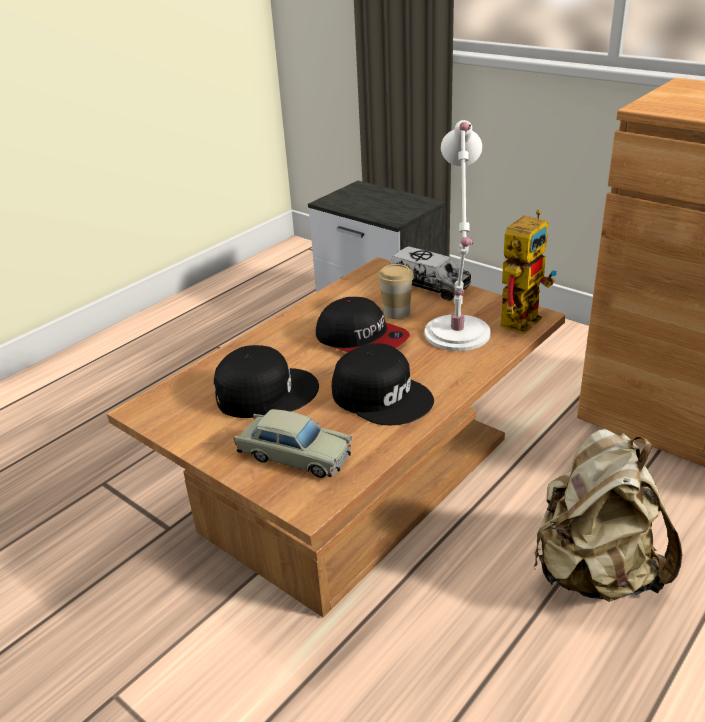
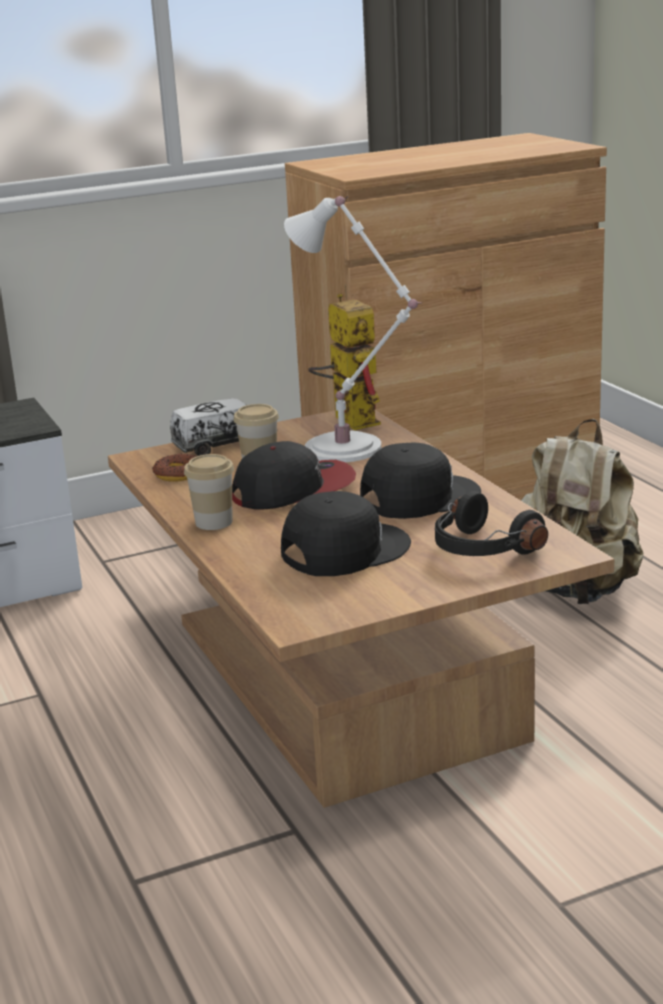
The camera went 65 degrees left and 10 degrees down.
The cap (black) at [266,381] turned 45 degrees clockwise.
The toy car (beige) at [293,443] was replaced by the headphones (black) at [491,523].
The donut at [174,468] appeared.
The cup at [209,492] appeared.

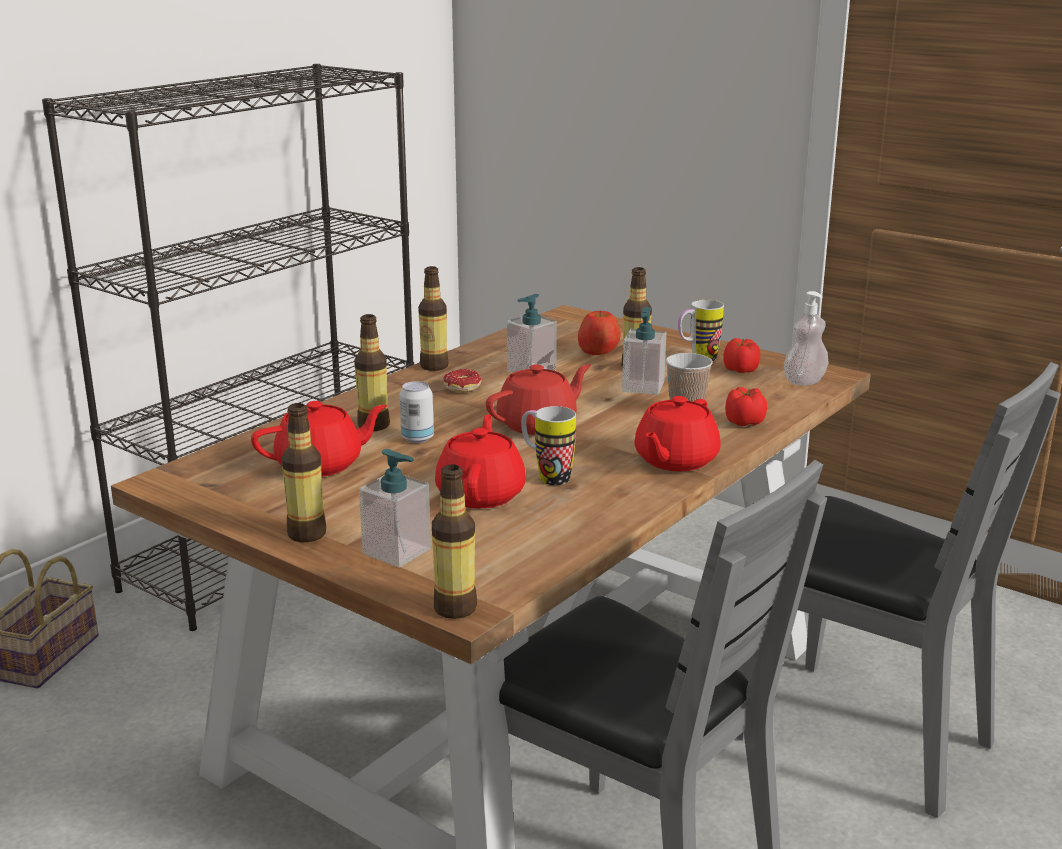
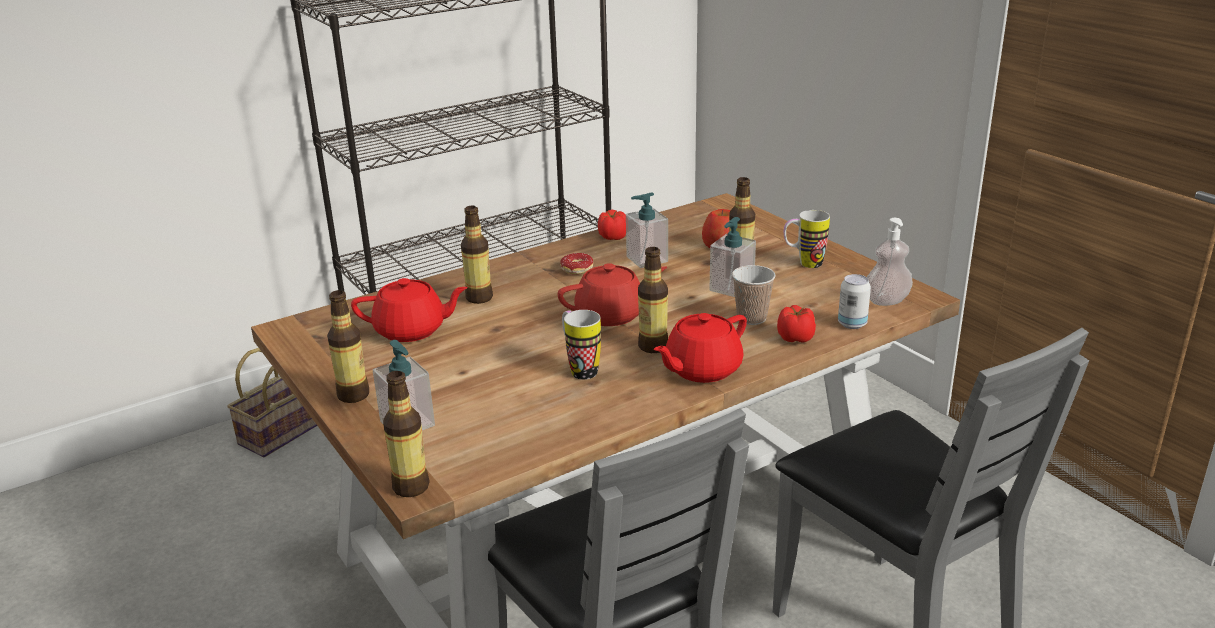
The camera went 20 degrees right and 5 degrees up.
The bottle moved from [433,318] to [653,300].
The tomato moved from [741,355] to [612,225].
The can moved from [416,412] to [854,301].
The teapot (red) at [480,461] disappeared.

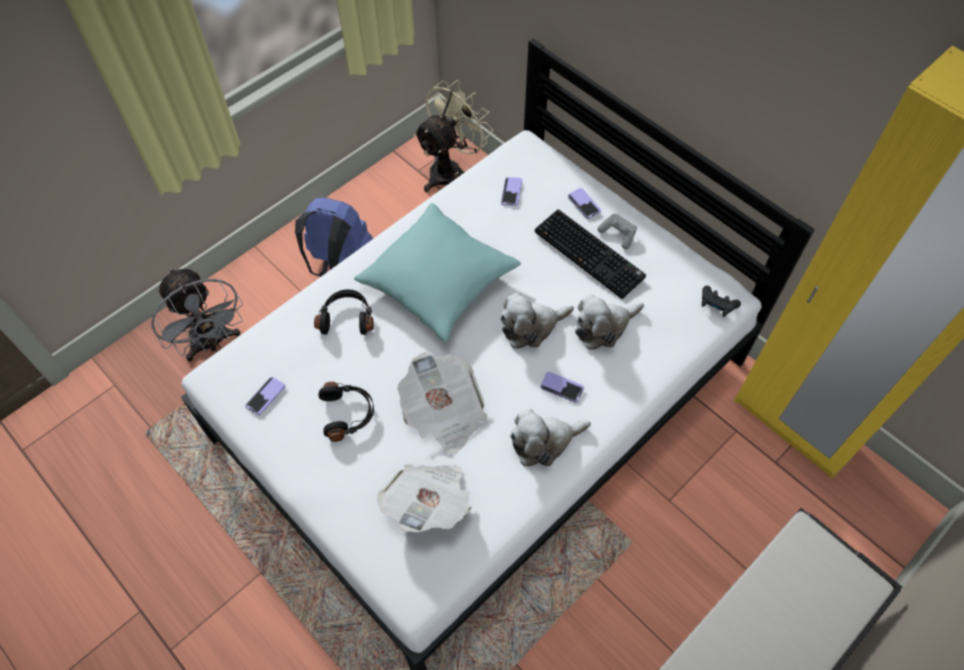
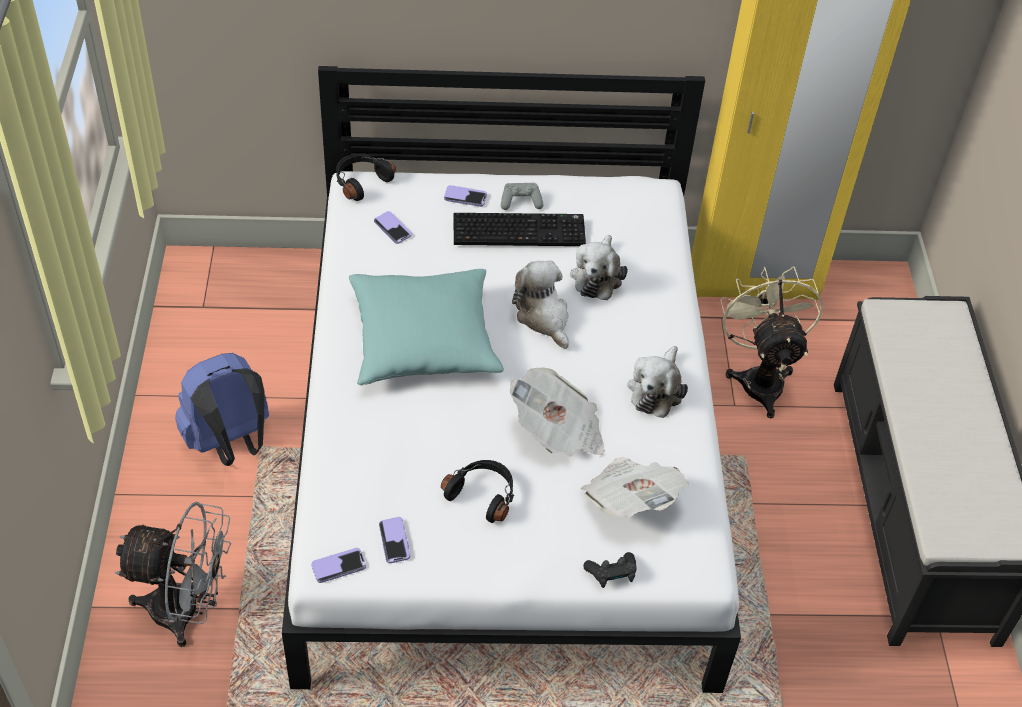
The camera went 50 degrees left and 10 degrees down.
The fan (beige) moved from [453,136] to [771,342].
The game controller (black) moved from [721,301] to [610,570].
The headphones (black) moved from [344,312] to [366,177].
The plush toy at [537,321] turned 135 degrees clockwise.
The phone moved from [562,387] to [338,565].

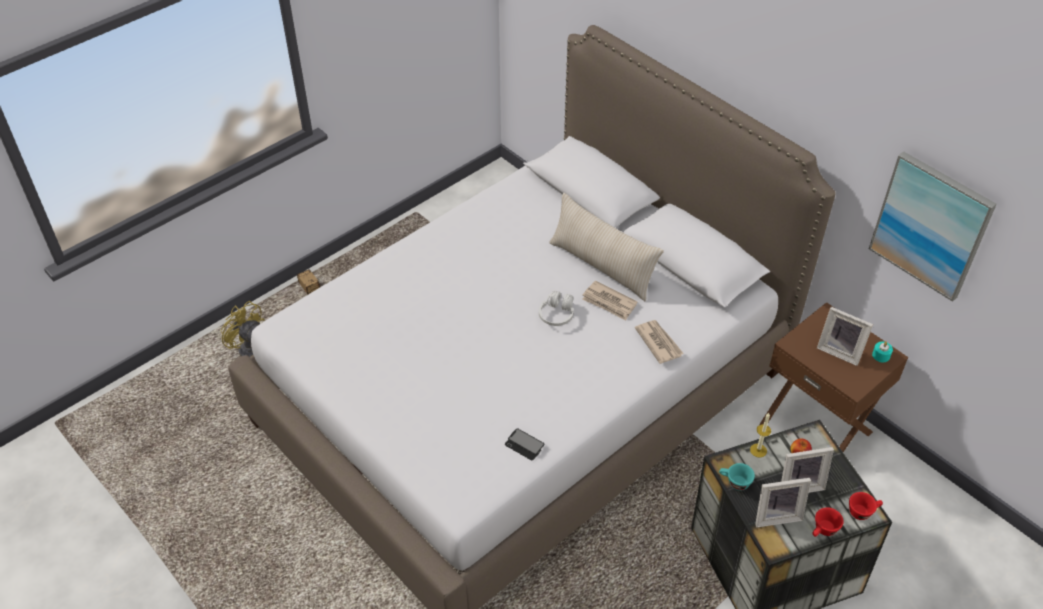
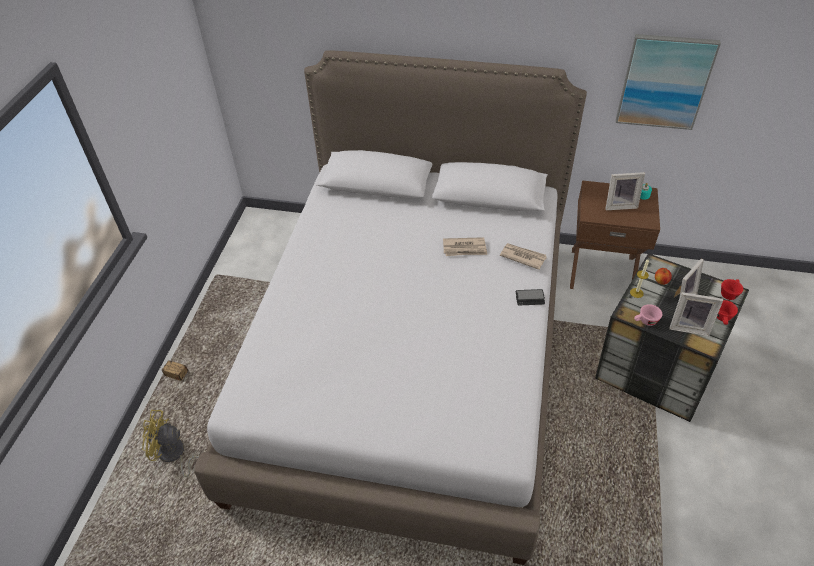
The camera went 35 degrees left and 0 degrees up.
The pillow (beige) at [606,247] disappeared.
The headphones (white) at [556,308] disappeared.
The phone moved from [524,444] to [530,297].
The cup (turquoise) at [737,477] became the cup (pink) at [648,315].
The picture frame at [783,502] turned 60 degrees clockwise.

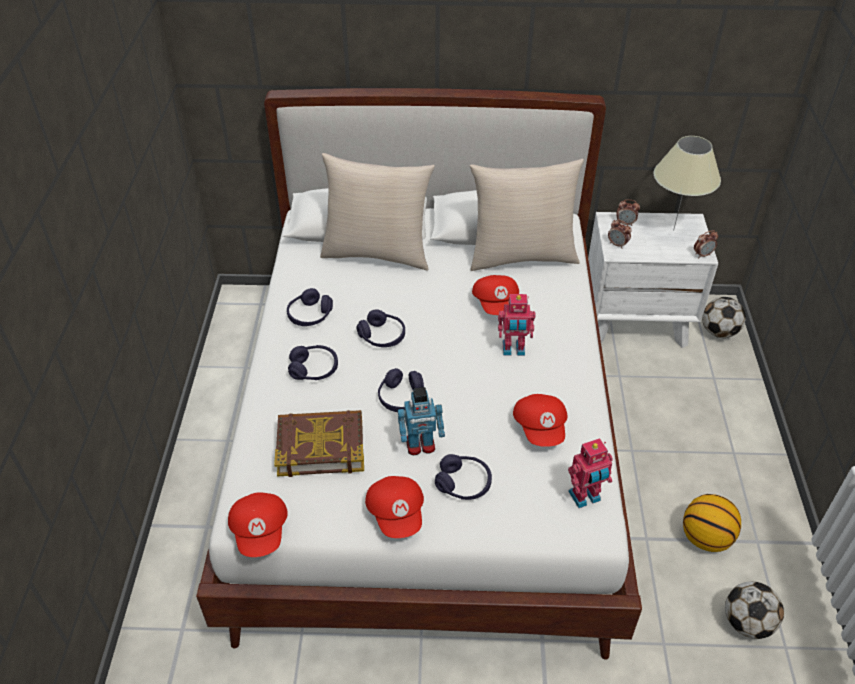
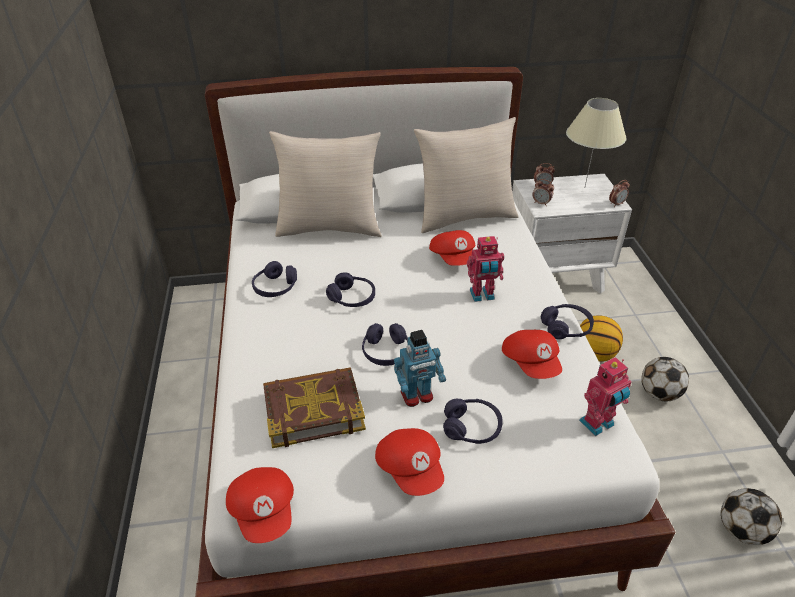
The camera went 10 degrees left and 5 degrees down.
The football moved from [724,317] to [665,379].
The headphones (purple) moved from [313,362] to [567,321].
The basketball moved from [712,523] to [601,338].

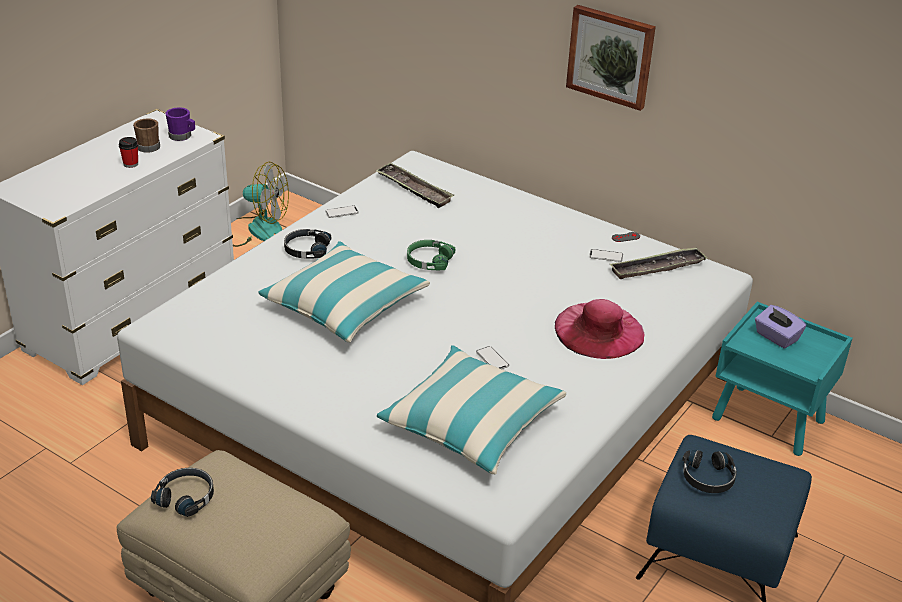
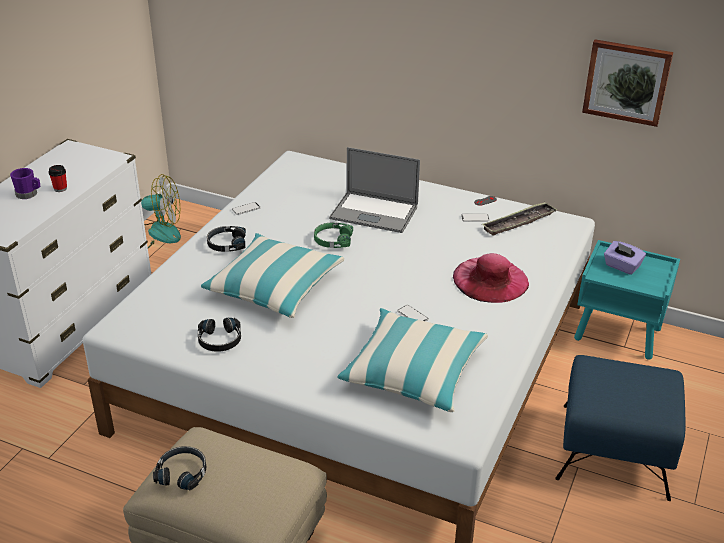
The camera went 10 degrees left and 0 degrees up.
The picture moved from [611,58] to [627,83].
The mug (purple) moved from [180,124] to [25,183].
The mug (brown) at [146,136] disappeared.
The tray at [415,185] disappeared.
The headphones (black) moved from [709,471] to [219,335].
The laptop at [374,190] appeared.

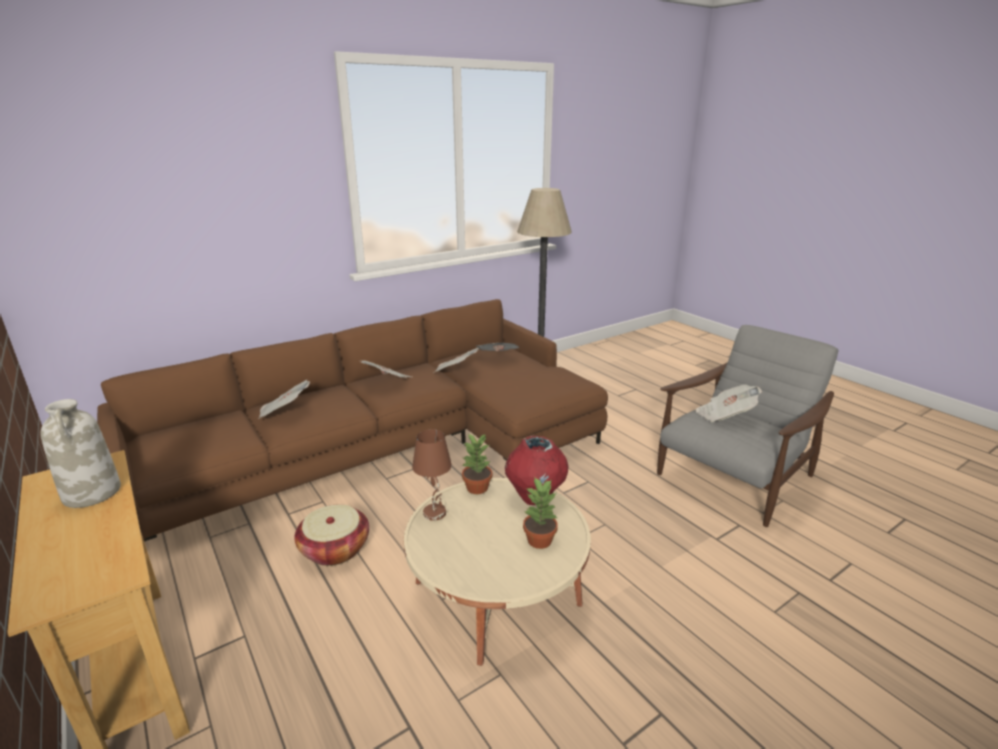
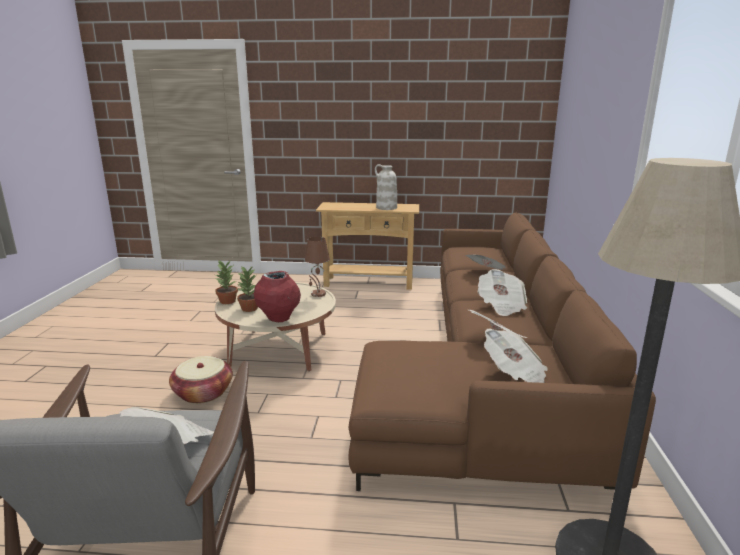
The camera went 130 degrees right and 5 degrees down.
The potted plant moved from [477,463] to [226,282].
The basket moved from [331,535] to [201,380].

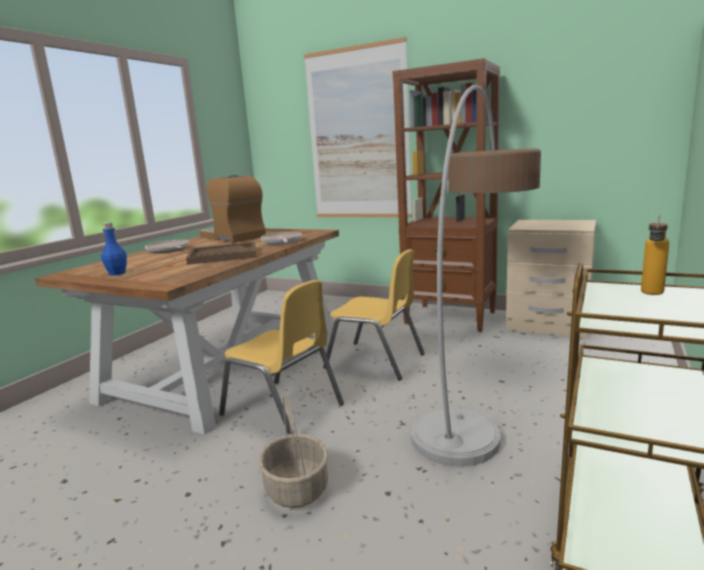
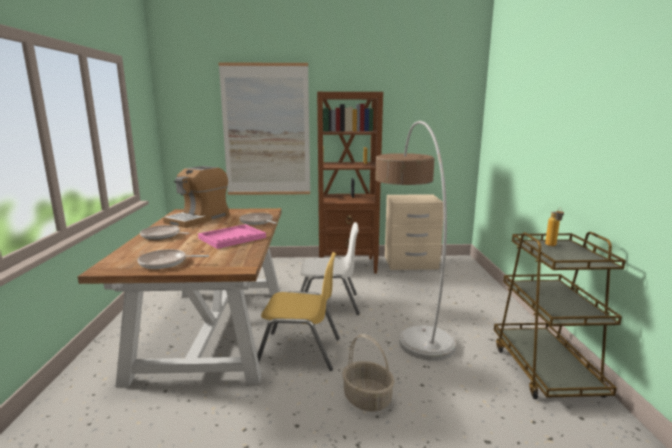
The camera went 30 degrees left and 0 degrees up.
The coffee machine at [232,209] turned 75 degrees counterclockwise.
The bottle (blue) at [114,249] was replaced by the frying pan at [173,259].
The tray (brown) at [221,253] became the tray (pink) at [232,236].
The chair (yellow) at [374,314] became the chair (white) at [330,268].

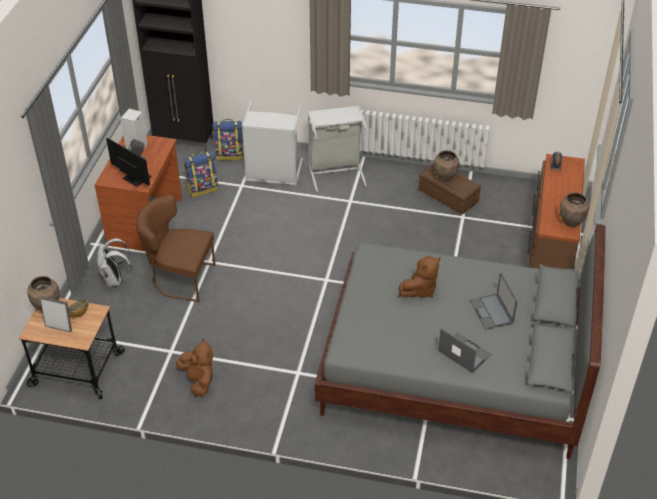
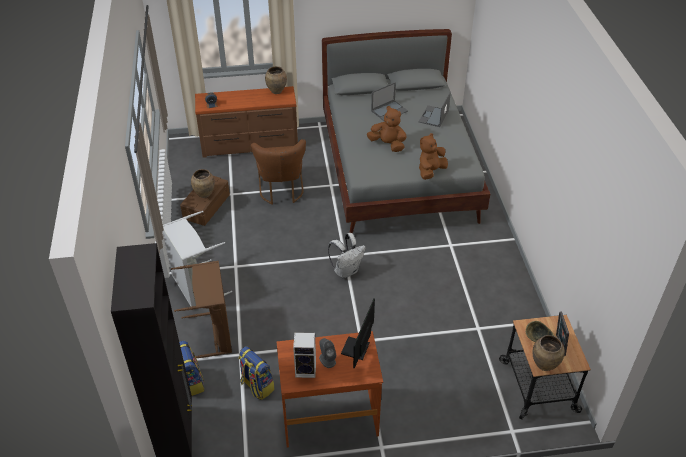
The camera went 110 degrees left and 0 degrees up.
The laundry basket (grey) at [272,143] became the laundry basket (brown) at [201,310].
The chair (brown) moved from [176,248] to [278,172].
The backpack (white) moved from [114,262] to [347,255].
The plush toy (brown) moved from [194,367] to [433,156].

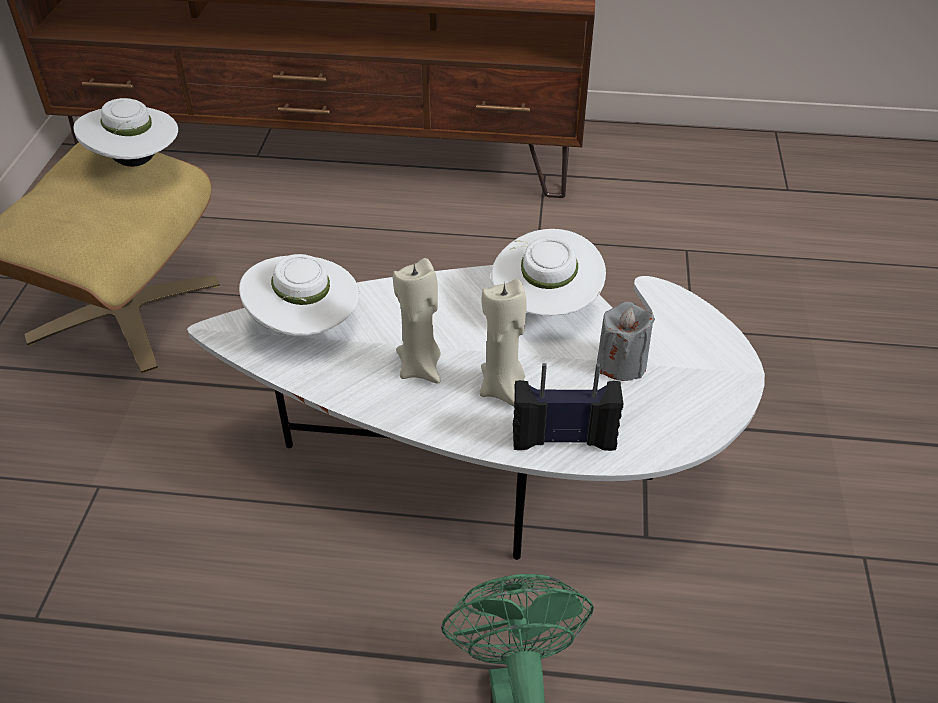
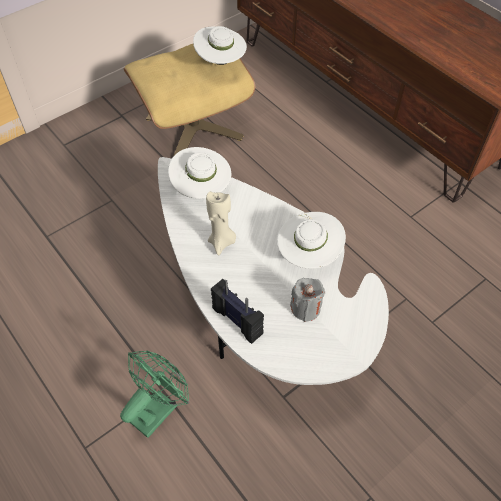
The camera went 45 degrees right and 10 degrees up.
The candle (beige) at [503,342] disappeared.

